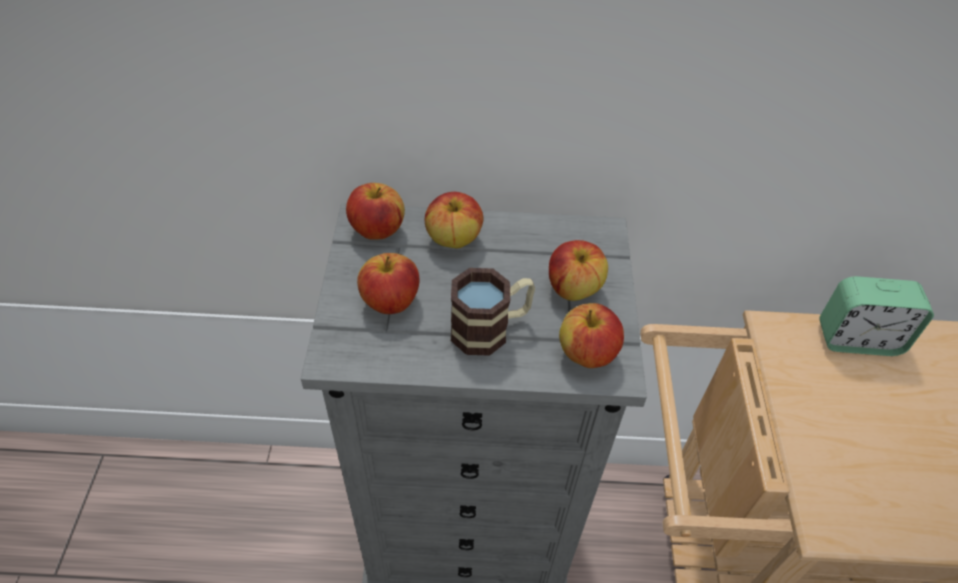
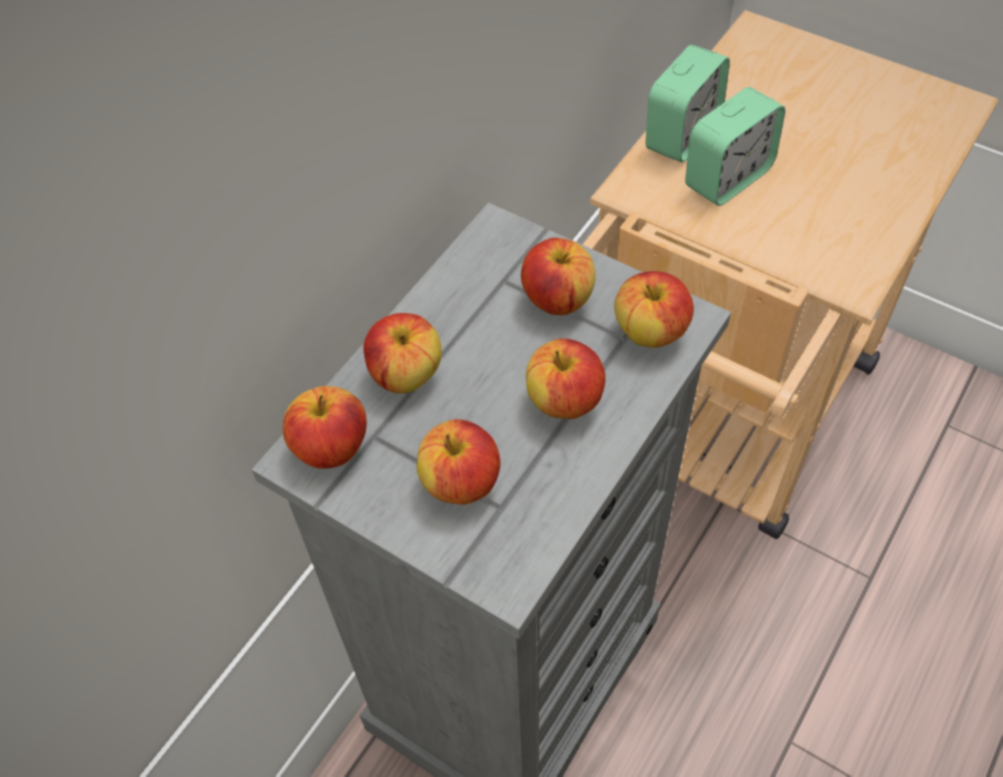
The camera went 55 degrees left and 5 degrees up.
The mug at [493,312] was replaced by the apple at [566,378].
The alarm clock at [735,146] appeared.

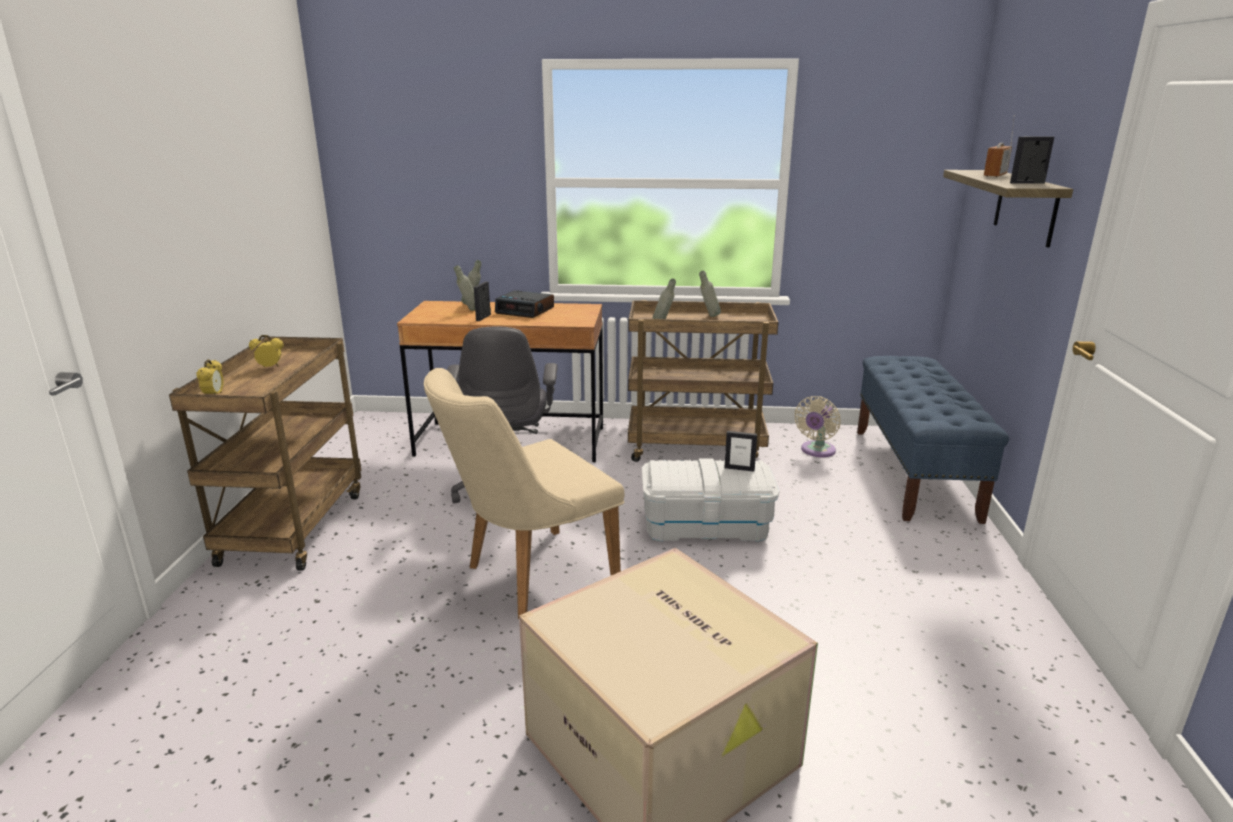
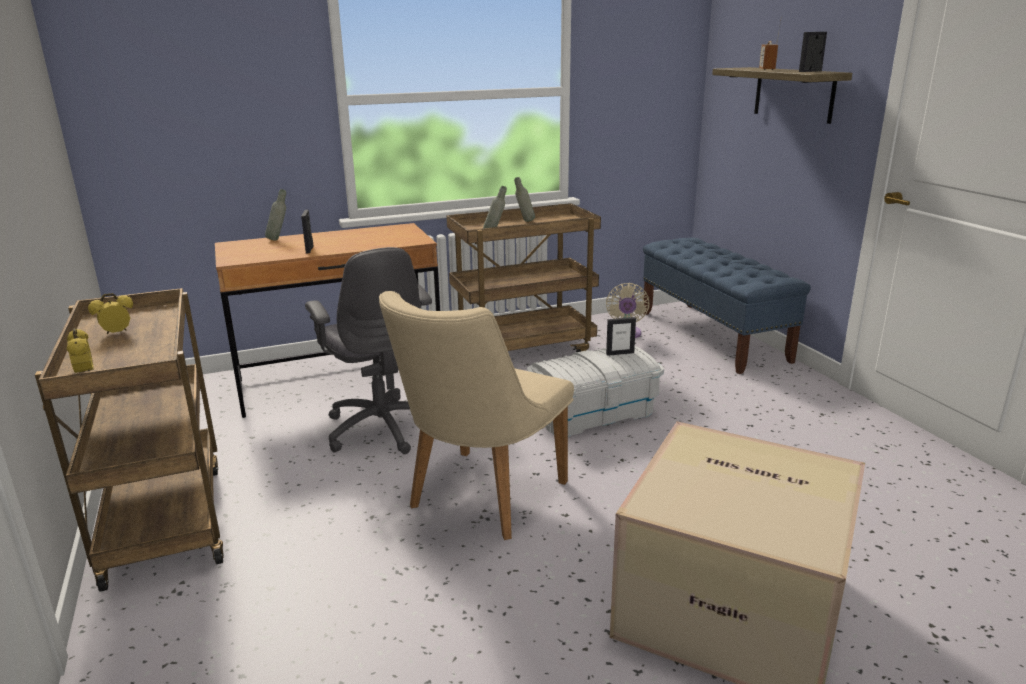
The camera went 25 degrees left and 0 degrees up.
The bottle (grey) at [464,288] disappeared.
The alarm clock at [524,304] disappeared.

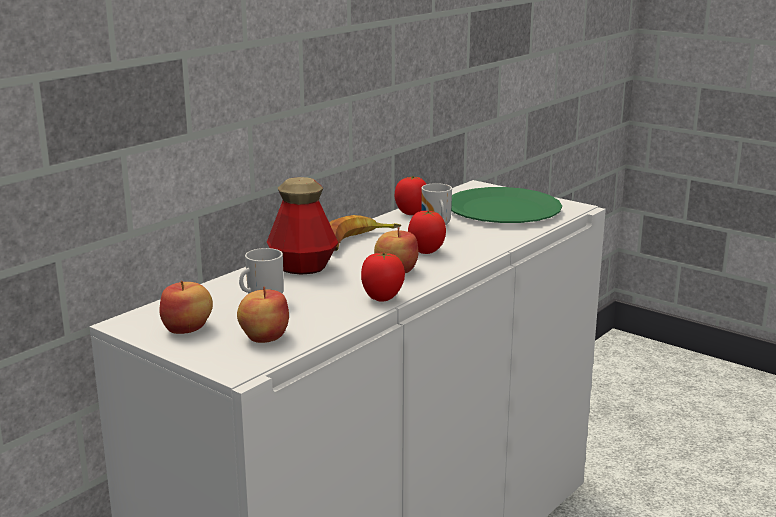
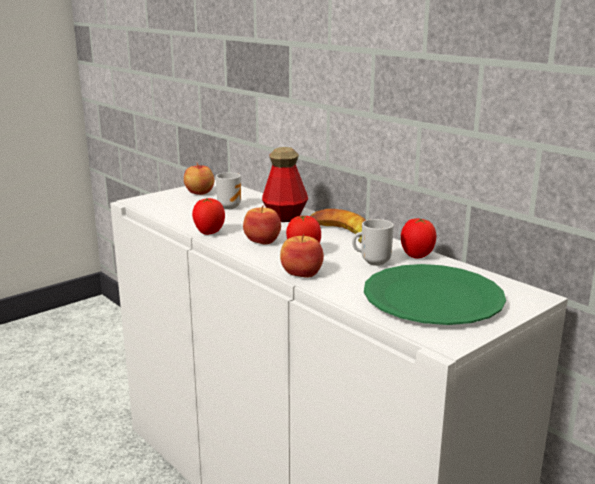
The camera went 100 degrees right and 0 degrees up.
The apple moved from [263,315] to [302,256].

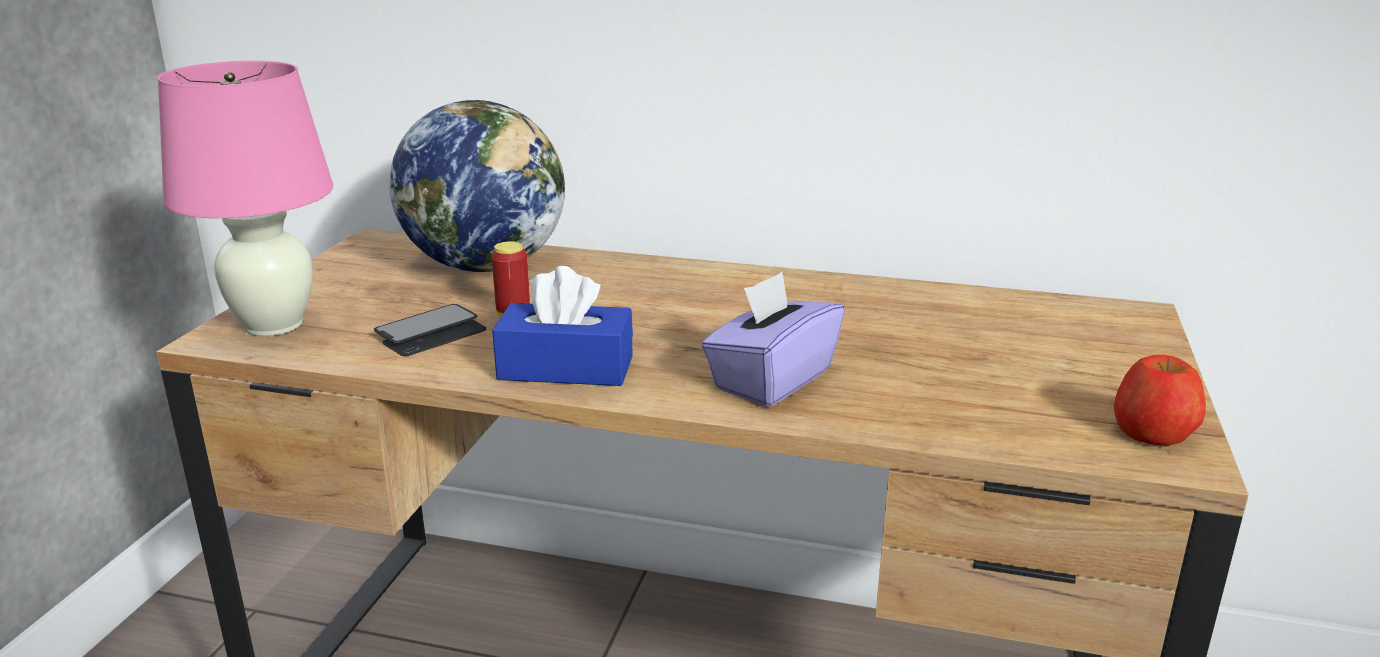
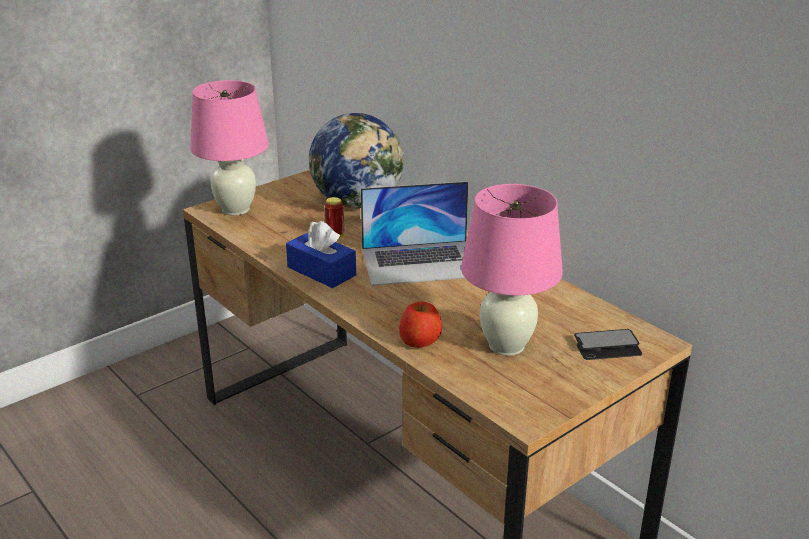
The camera went 35 degrees right and 5 degrees up.
The tissue box (purple) at [773,339] disappeared.
The phone moved from [430,330] to [608,344].
The apple moved from [1160,400] to [420,324].
The laptop at [414,233] appeared.
The table lamp (pink) at [512,270] appeared.

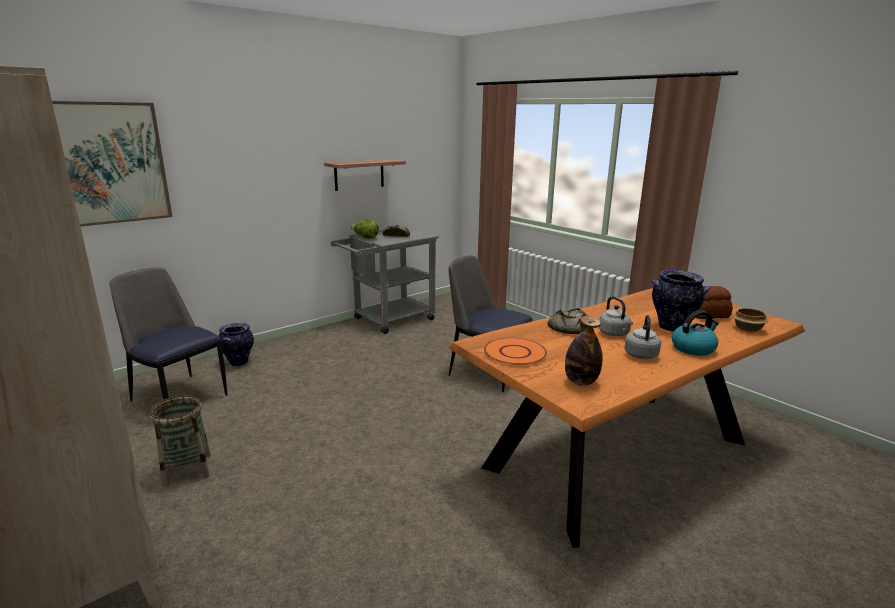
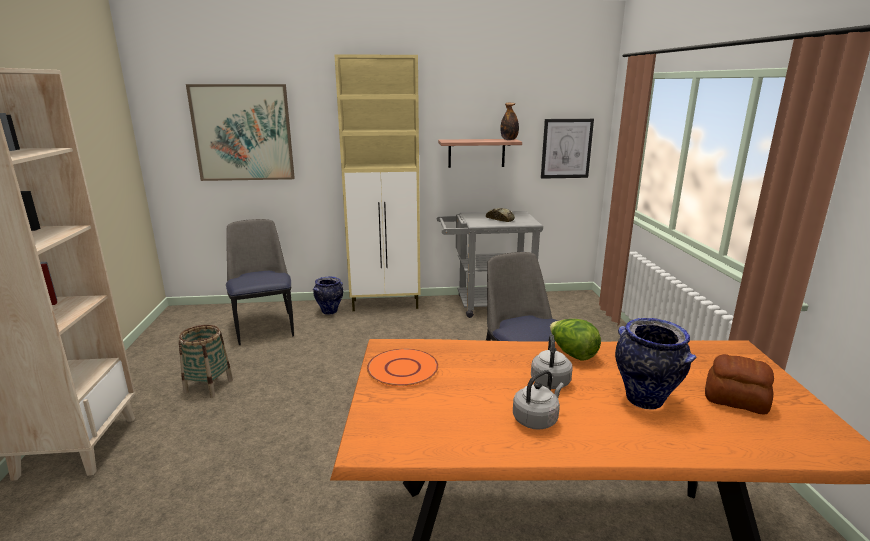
The camera went 35 degrees right and 0 degrees up.
The lettuce moved from [365,229] to [575,339].
The bread at [567,321] disappeared.
The bowl at [750,320] disappeared.
The kettle at [695,333] disappeared.
The bottle moved from [584,351] to [509,121].
The cabinet (beige) at [377,182] appeared.
The picture at [567,149] appeared.

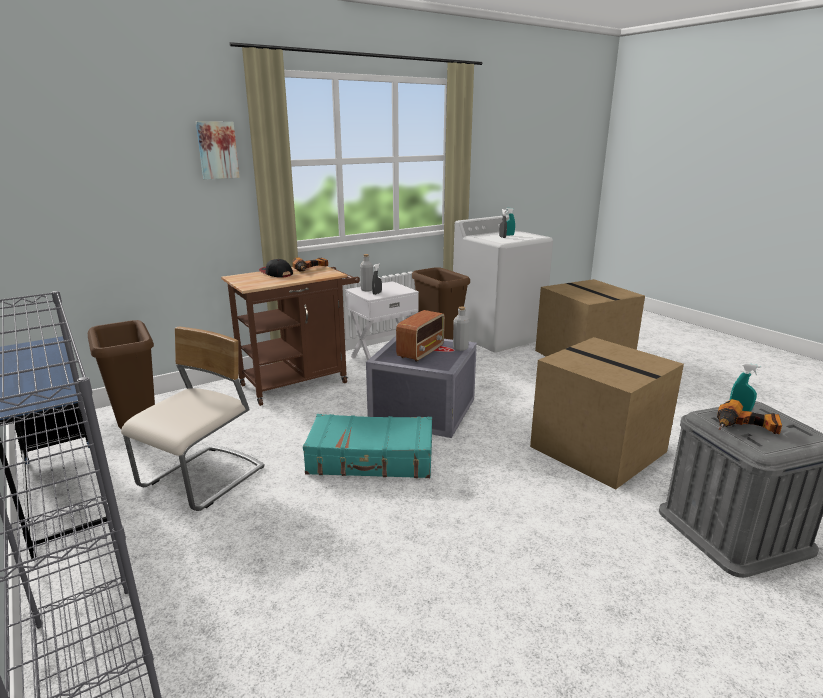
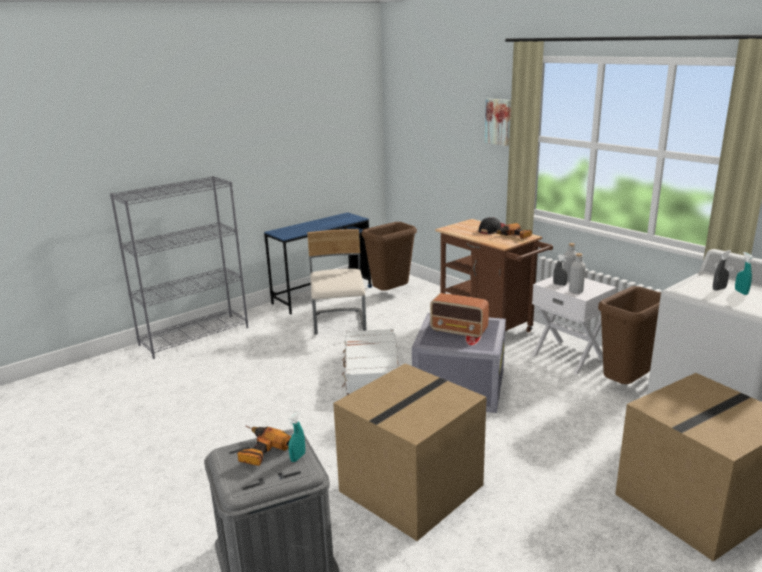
The camera went 85 degrees right and 0 degrees up.
The bottle (grey) moved from [461,329] to [577,273].
The chair (beige) at [193,418] turned 120 degrees counterclockwise.
The suitcase (turquoise) at [367,446] became the suitcase (white) at [371,362].

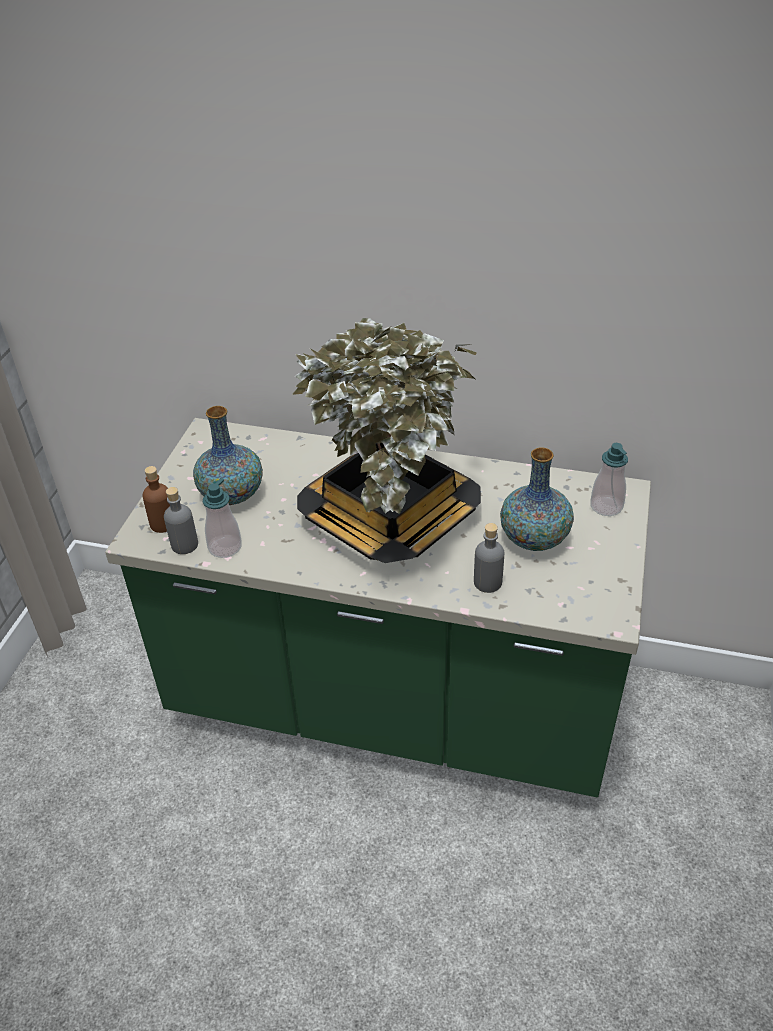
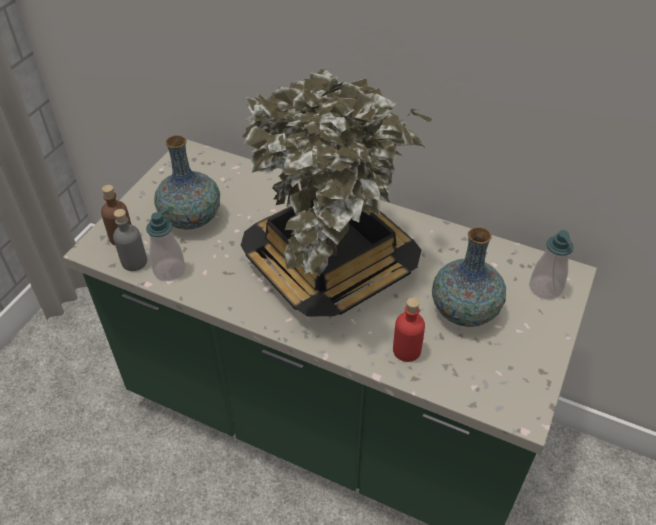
The camera went 10 degrees right and 5 degrees up.
The bottle (grey) at [489,558] became the bottle (red) at [409,329].

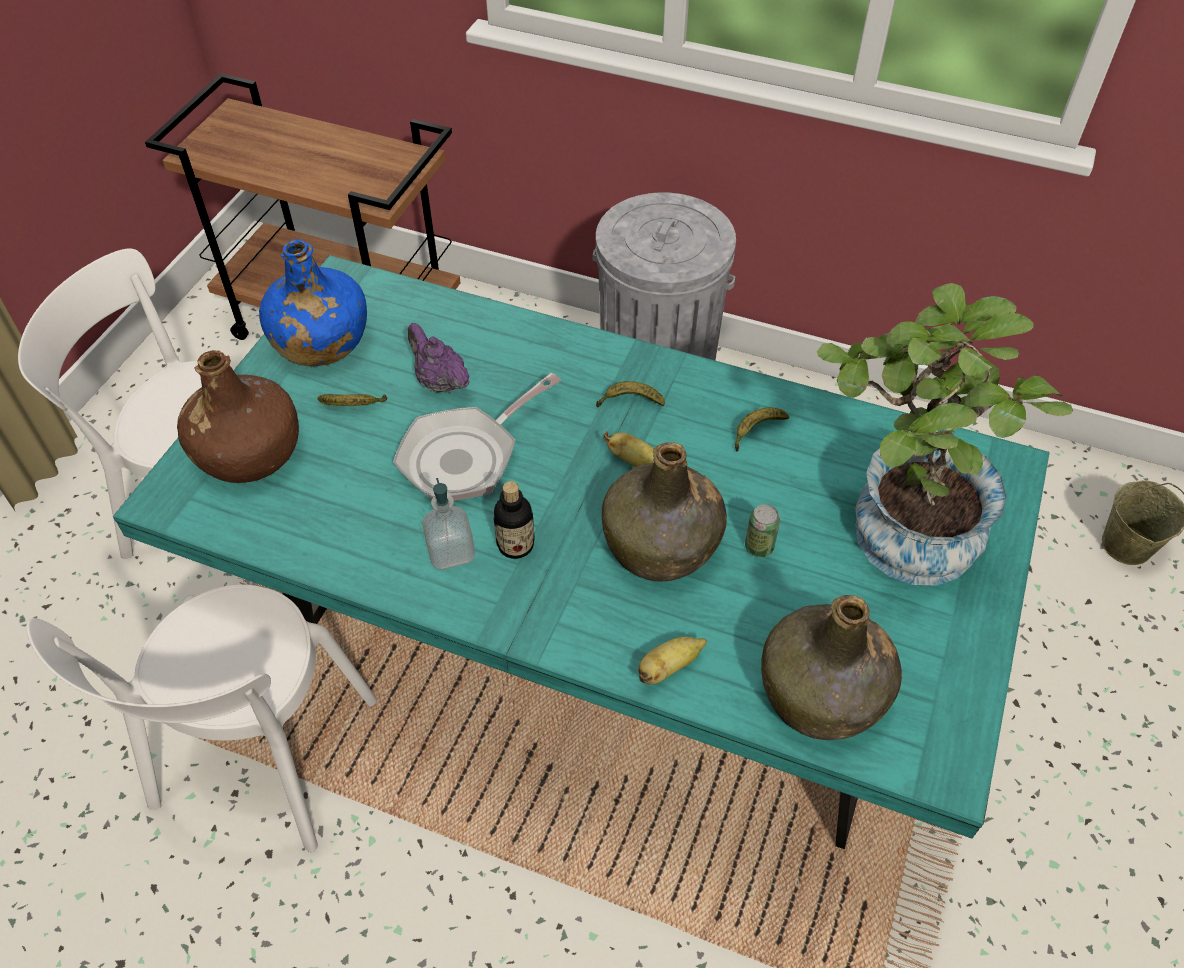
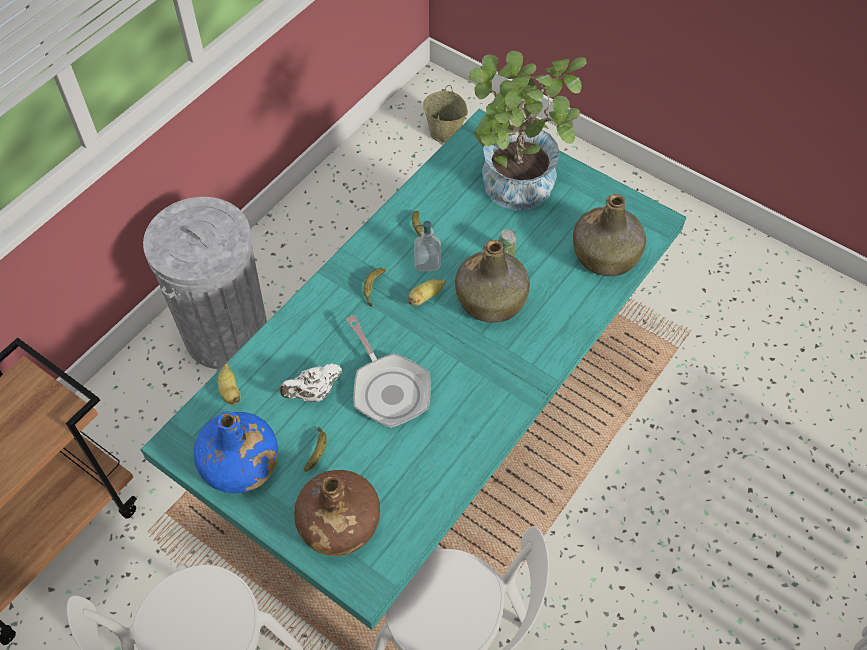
The camera went 75 degrees left and 5 degrees up.
The teapot (purple) at [439,358] became the teapot (white) at [311,383].
The soap dispenser moved from [448,524] to [427,246].
The bottle at [514,520] disappeared.
The banana moved from [672,660] to [229,384].

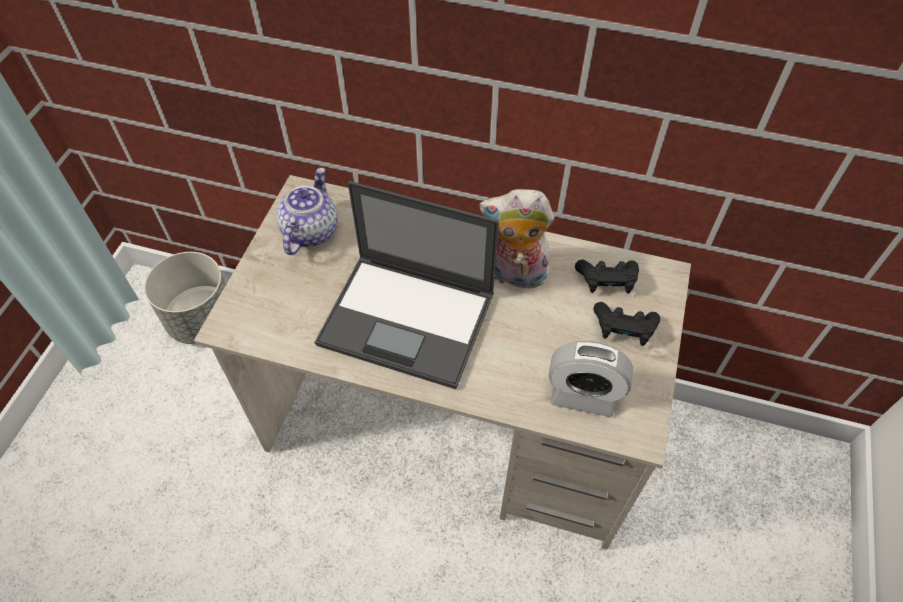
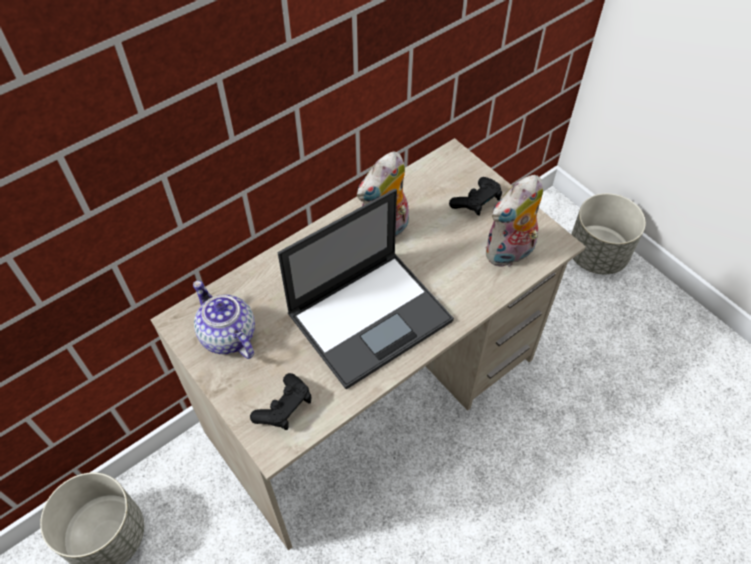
The camera went 55 degrees left and 0 degrees up.
The game controller (black) moved from [607,276] to [280,401].
The alarm clock at [591,379] was replaced by the plush toy at [514,221].
The planter (grey) at [608,233] appeared.

